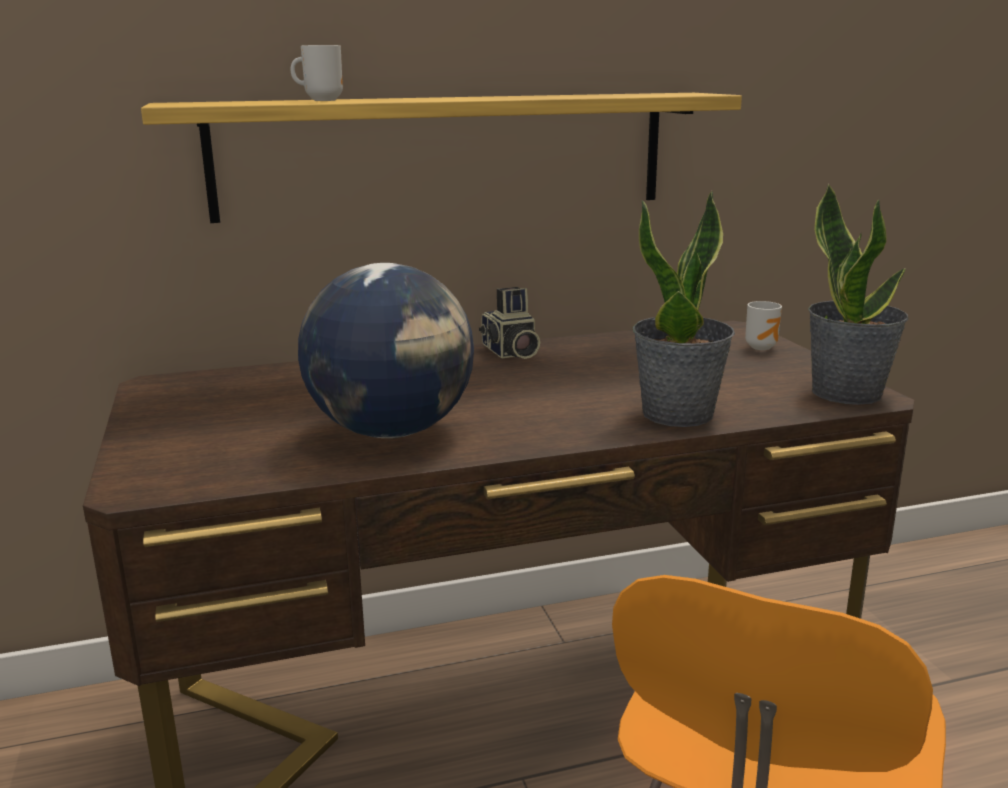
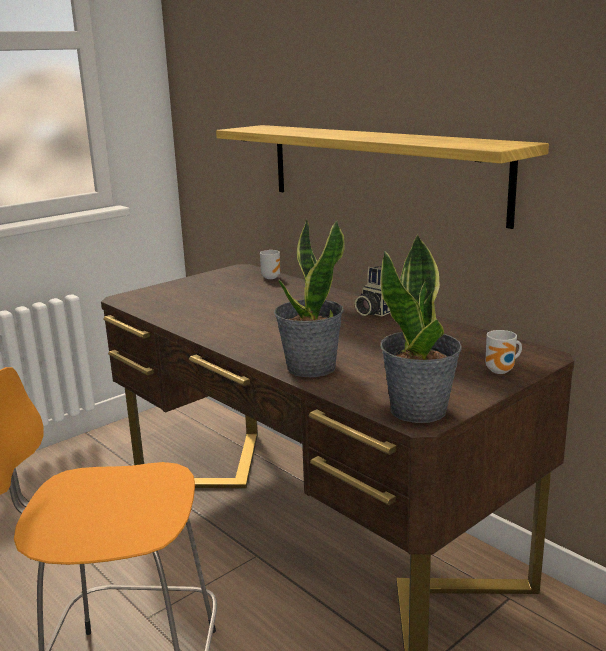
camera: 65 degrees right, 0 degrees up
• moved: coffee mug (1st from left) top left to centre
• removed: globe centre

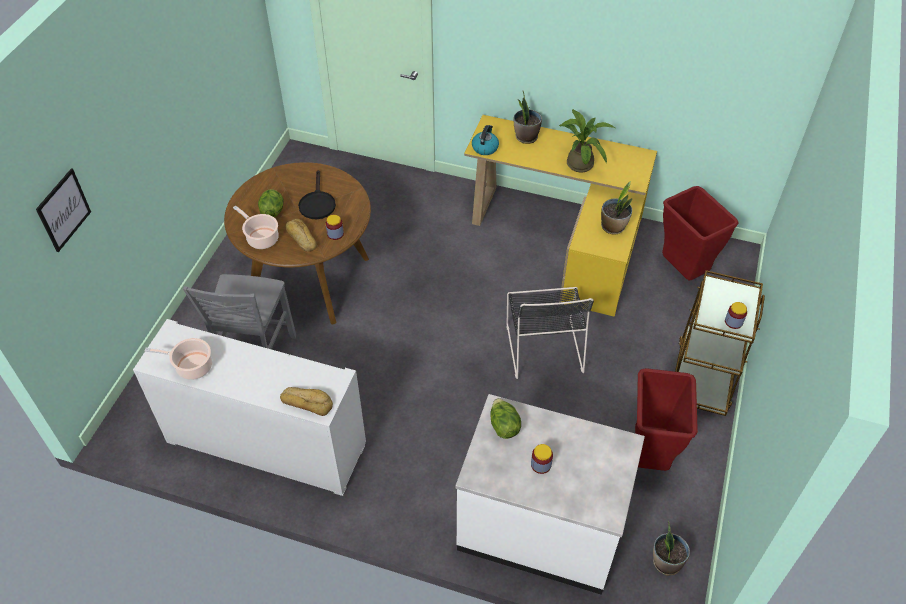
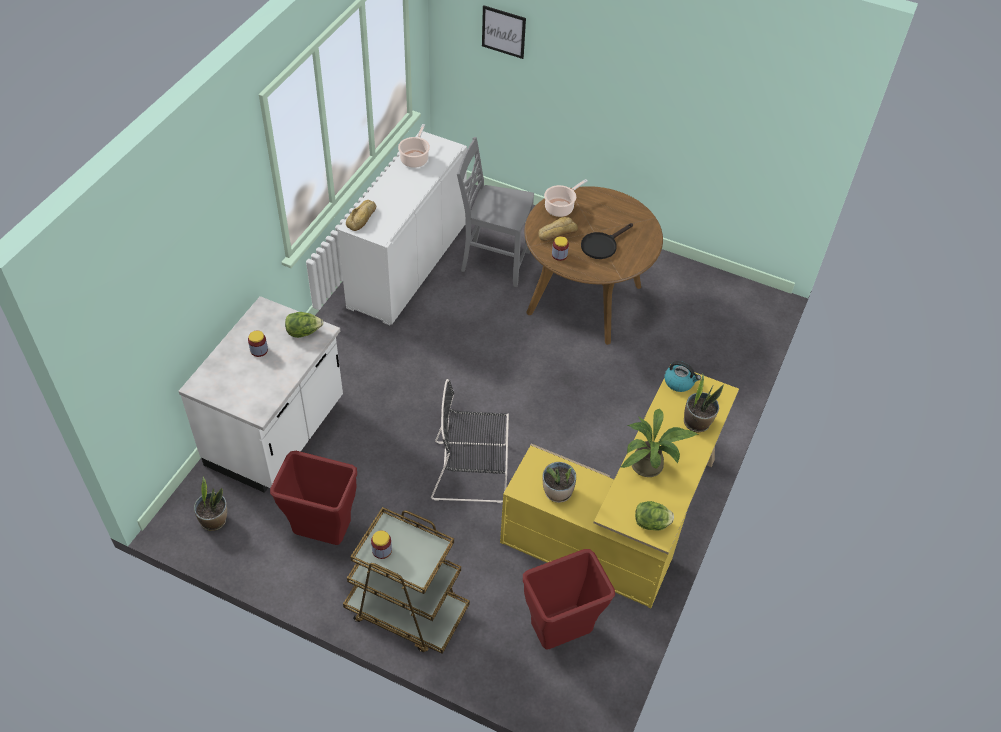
camera: 95 degrees right, 0 degrees up
• moved: head of lettuce (1st from left in the first image) middle left to head of lettuce (2nd from left) bottom centre
• turned: black skillet top centre = top centre 45 degrees counterclockwise

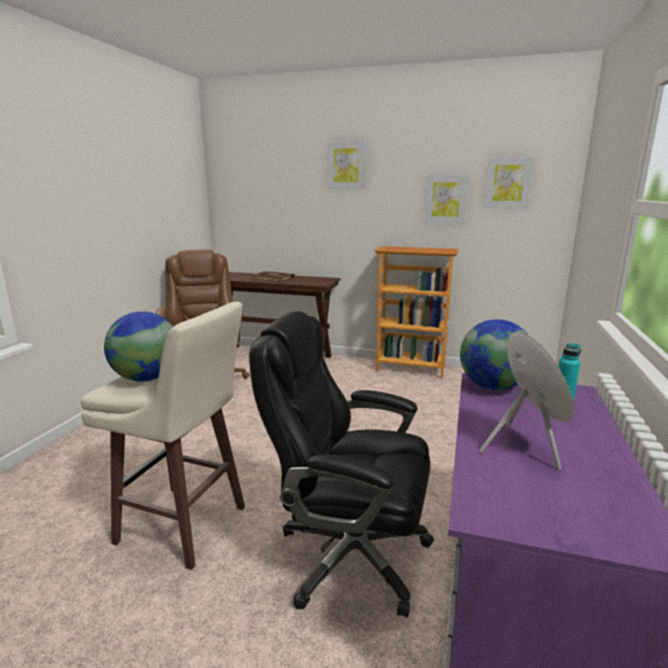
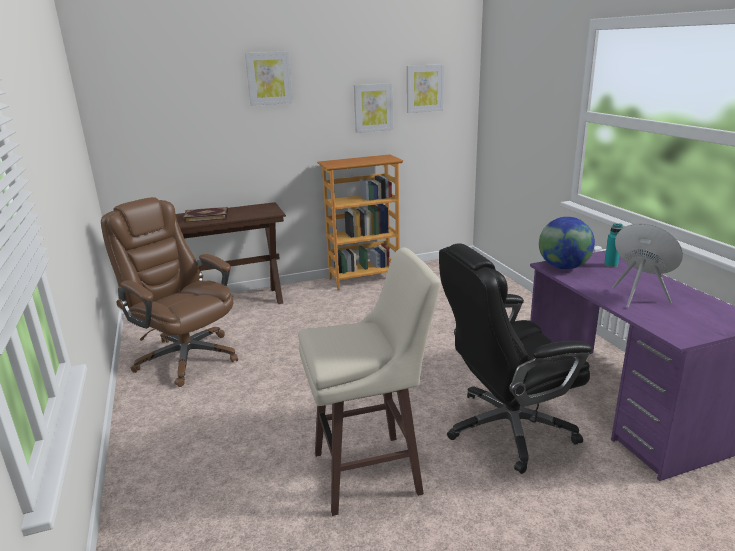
camera: 35 degrees left, 5 degrees up
• removed: globe (1st from left) middle left

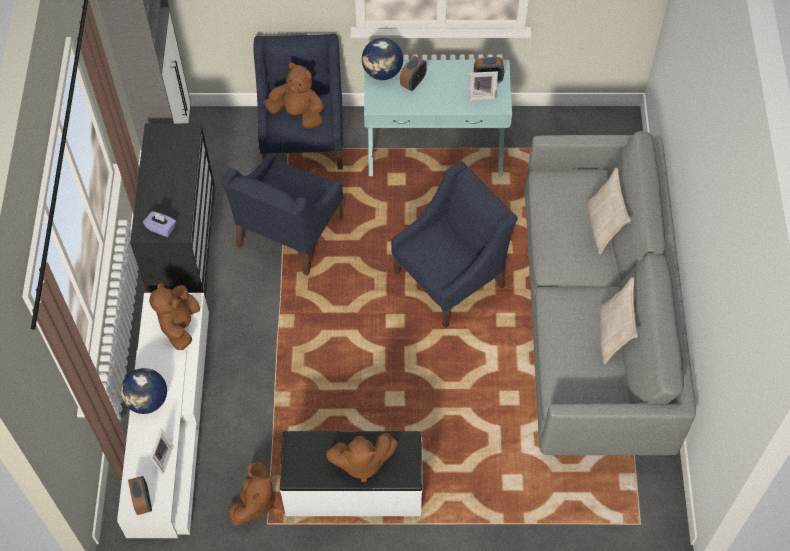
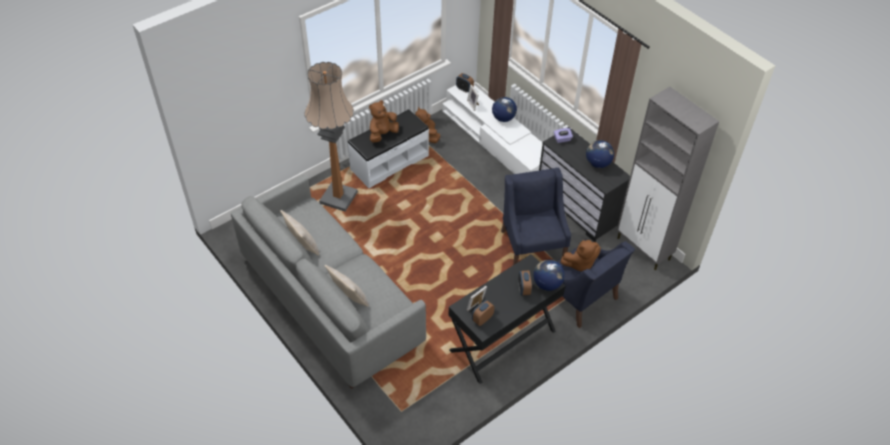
camera: 140 degrees right, 10 degrees down
• removed: brown cuddly toy (1st from left) middle left
• recoloured: blue-green hall table top centre to black hall table bottom centre
• removed: blue easy chair (3rd from left) centre
• added: standard lamp top centre
• added: globe (3rd from left) middle right

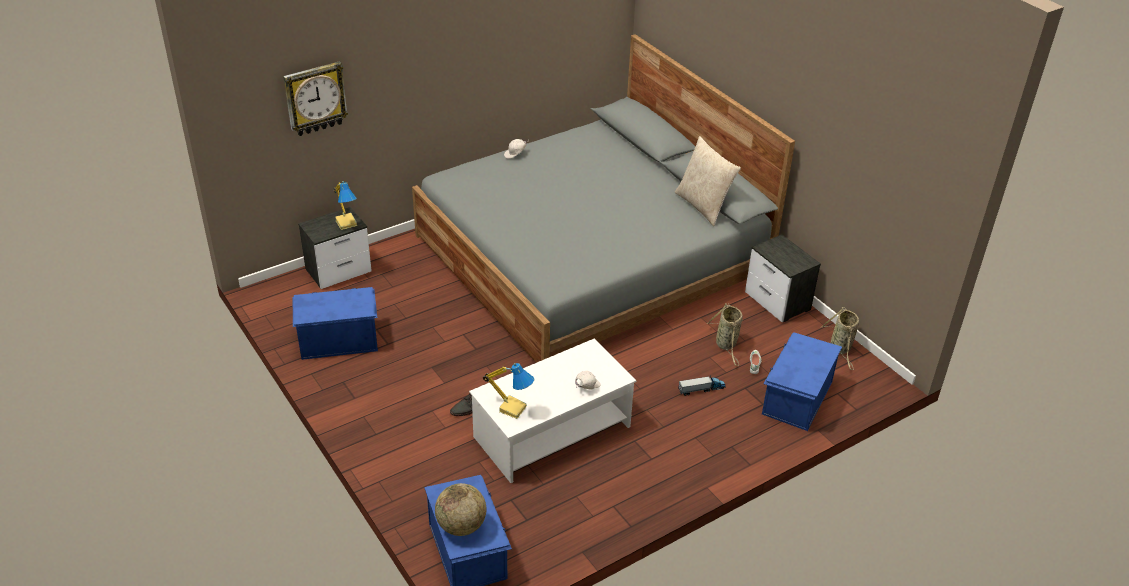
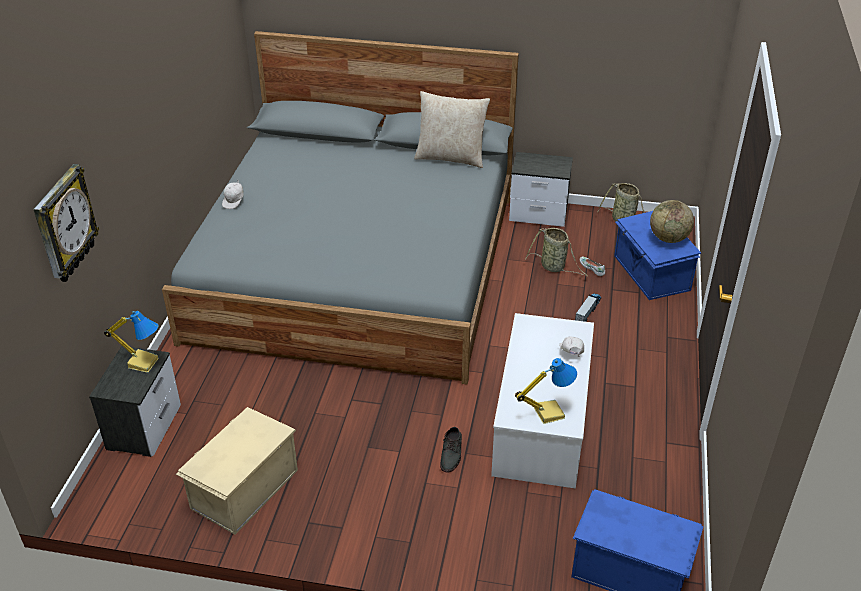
camera: 45 degrees left, 0 degrees up
• recoloured: blue storage bin (1st from left) middle left to sand-coloured storage bin bottom left
• moved: globe bottom centre to middle right

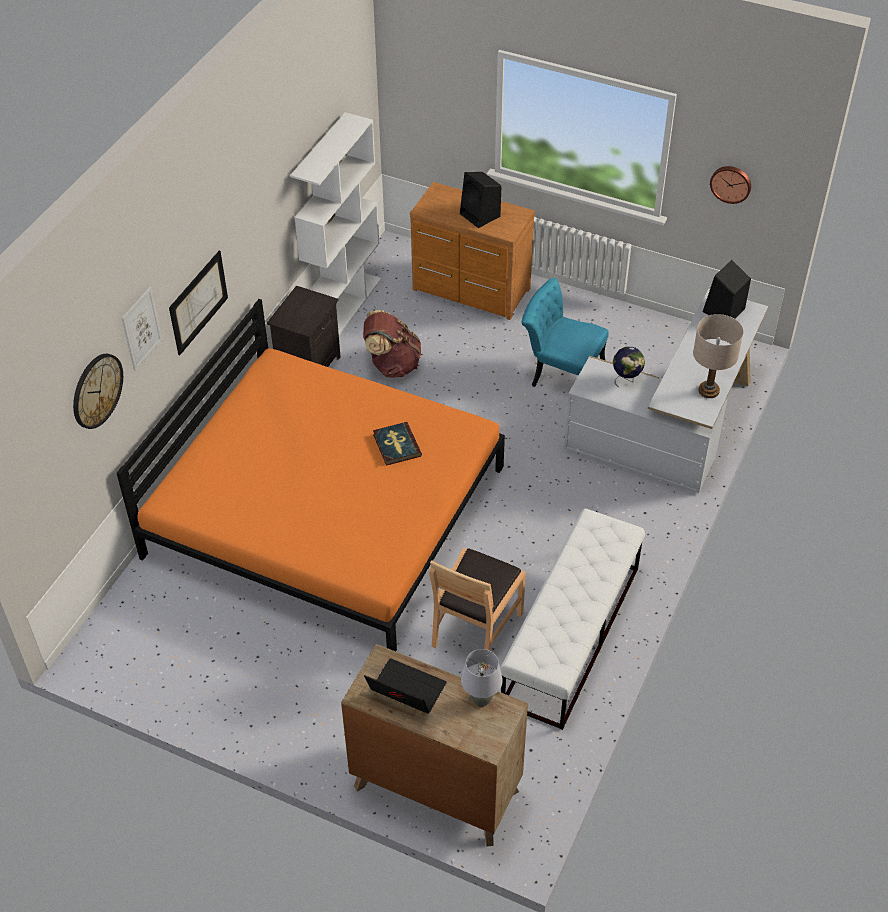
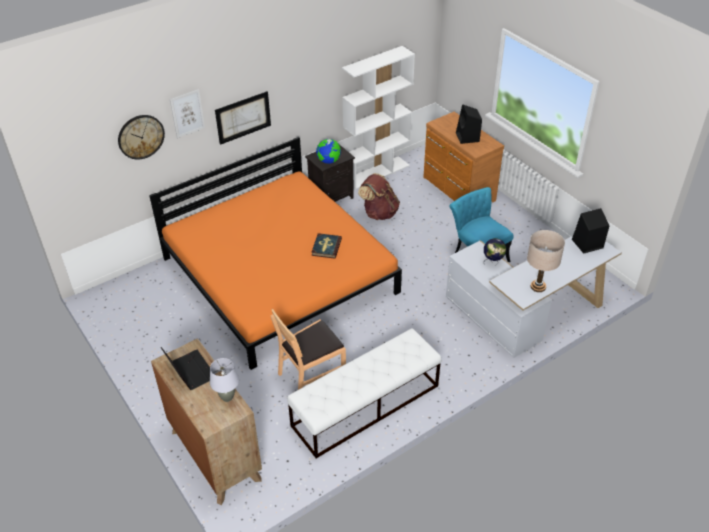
camera: 30 degrees right, 5 degrees down
• removed: wall clock (2nd from left) top right
• added: globe (1st from left) top centre

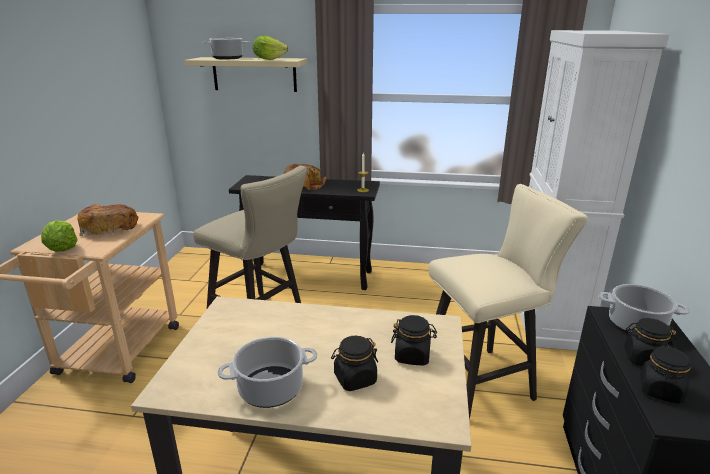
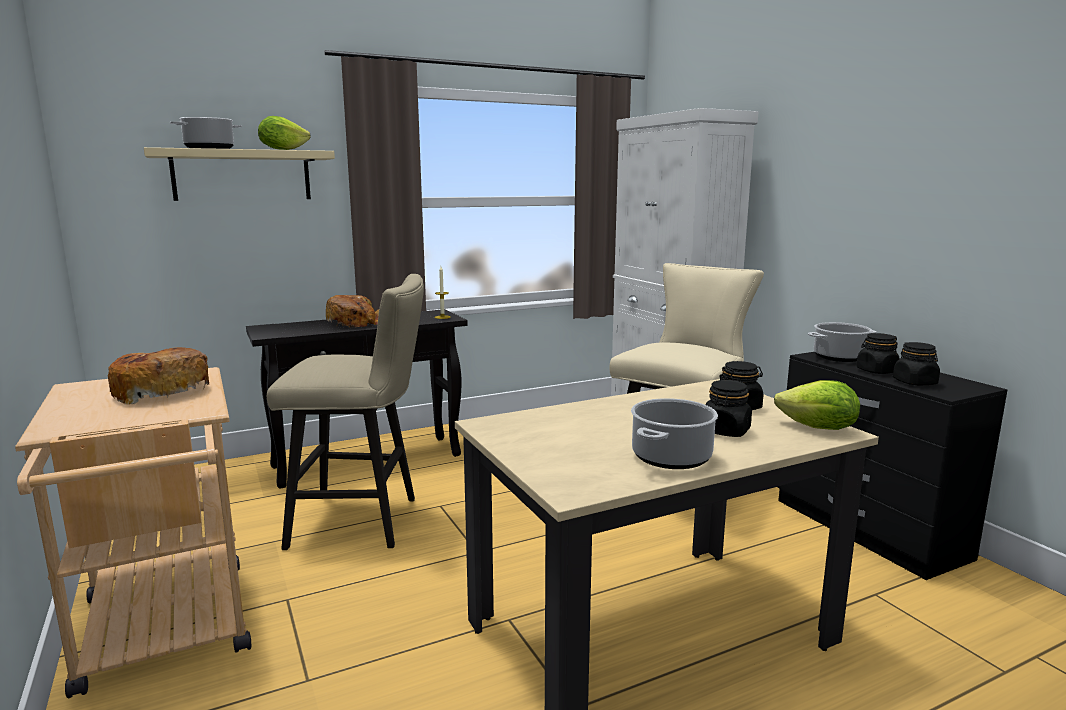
camera: 35 degrees left, 10 degrees down
• moved: head of lettuce (1st from left in the first image) middle left to head of lettuce (2nd from left) middle right

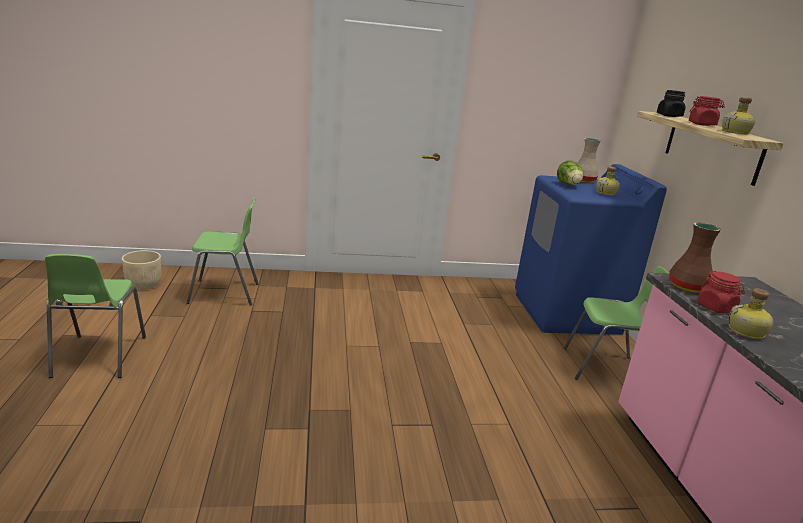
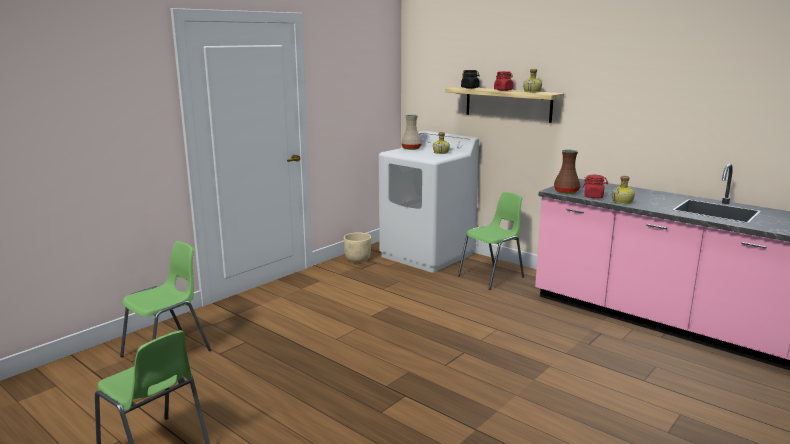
camera: 40 degrees left, 5 degrees down
• moved: sand-coloured flower pot middle left to centre
• recoloured: blue laundry appliance middle right to white-coloured laundry appliance centre
• removed: head of lettuce top right

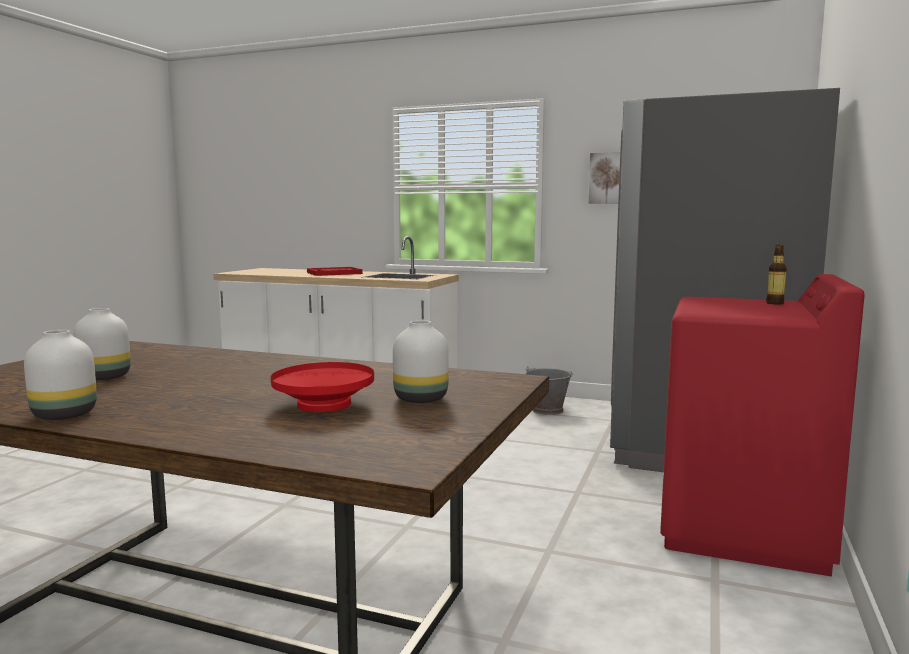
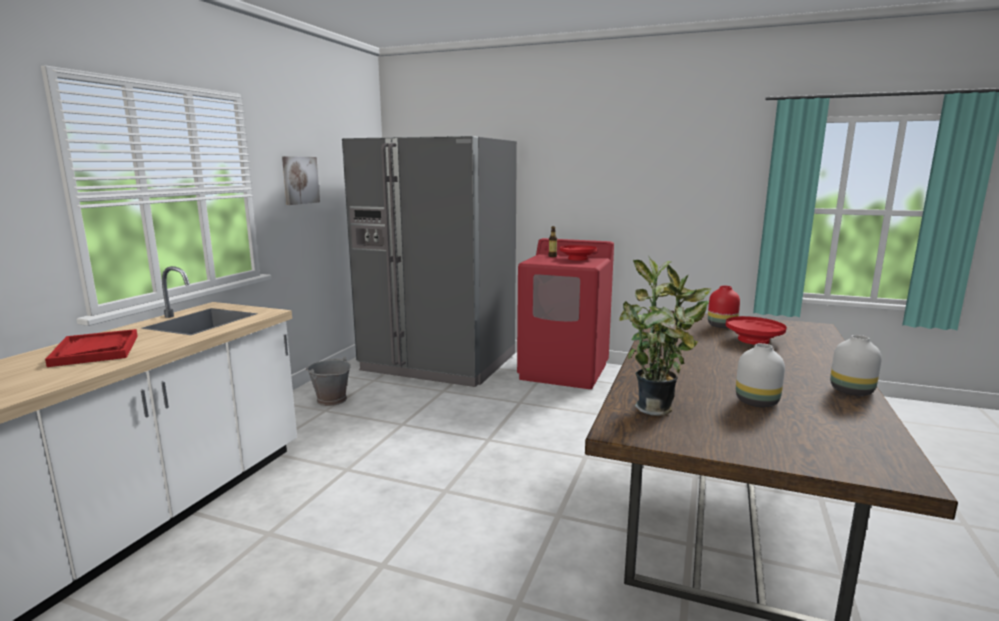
camera: 90 degrees left, 5 degrees up
• recoloured: white-coloured flower vase (3rd from left) centre to reddish flower vase middle right
• added: reddish bowl (1st from left) centre
• added: plant in a pot centre

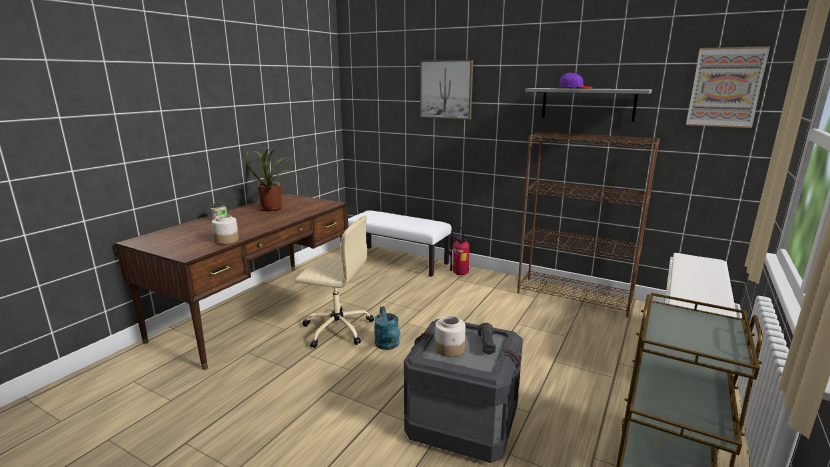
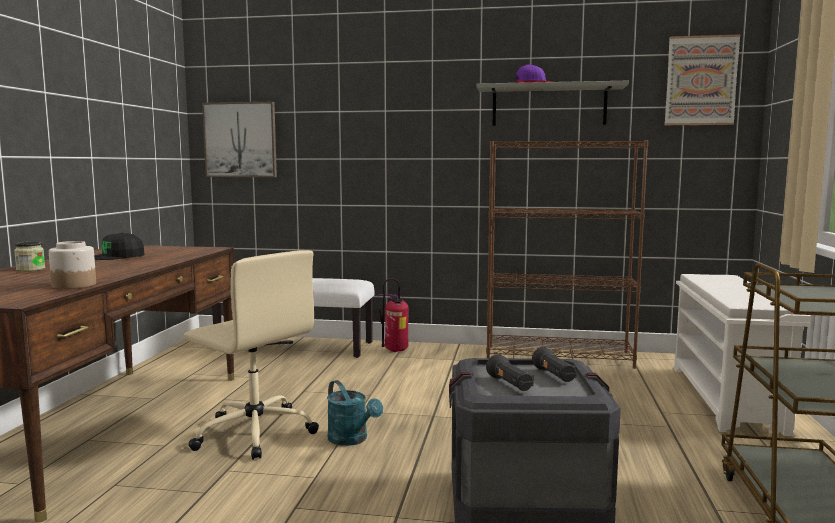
camera: 20 degrees left, 10 degrees down
• replaced: plant in a pot middle left to black cap middle left
• turned: sand-coloured office chair centre = bottom left 45 degrees clockwise
• moved: wall picture (1st from left) top centre to top left
• replaced: storage jar (3rd from left) bottom centre to black hand torch (1st from left) bottom centre

